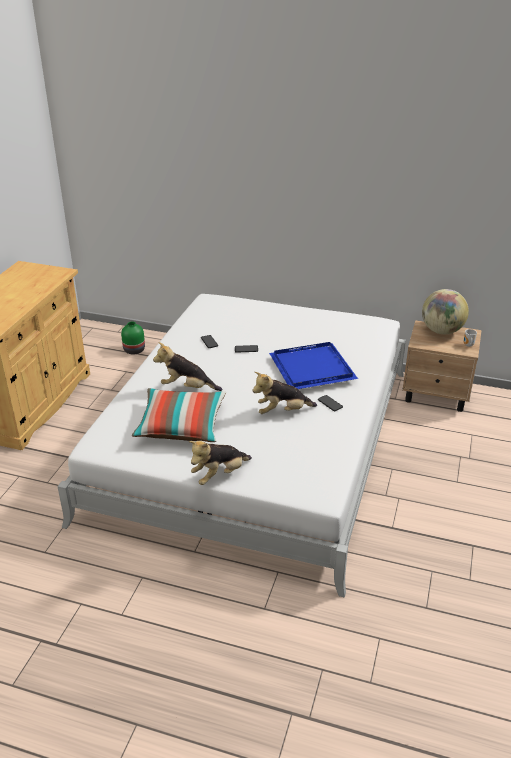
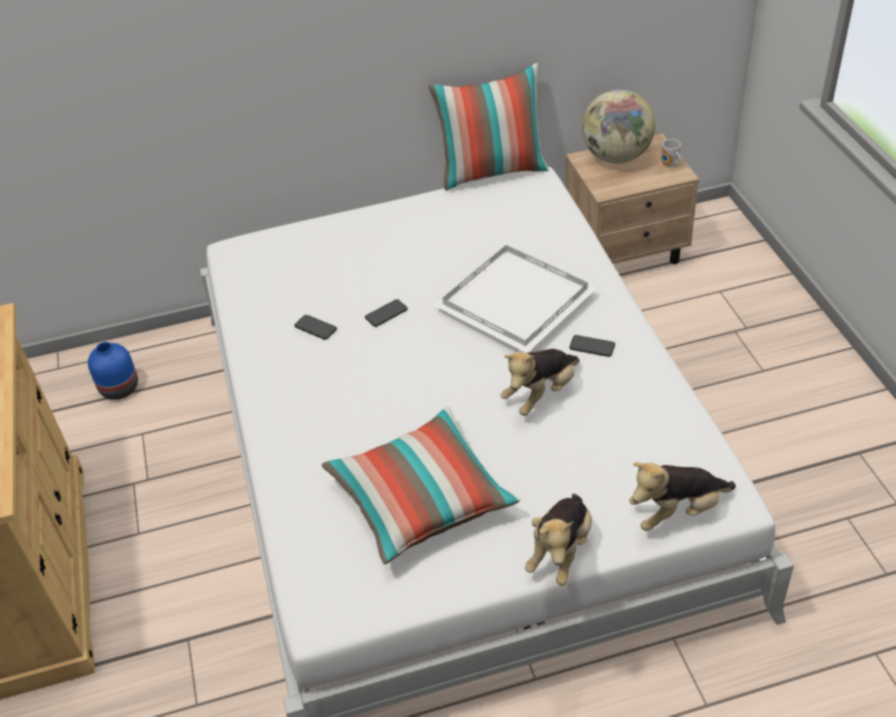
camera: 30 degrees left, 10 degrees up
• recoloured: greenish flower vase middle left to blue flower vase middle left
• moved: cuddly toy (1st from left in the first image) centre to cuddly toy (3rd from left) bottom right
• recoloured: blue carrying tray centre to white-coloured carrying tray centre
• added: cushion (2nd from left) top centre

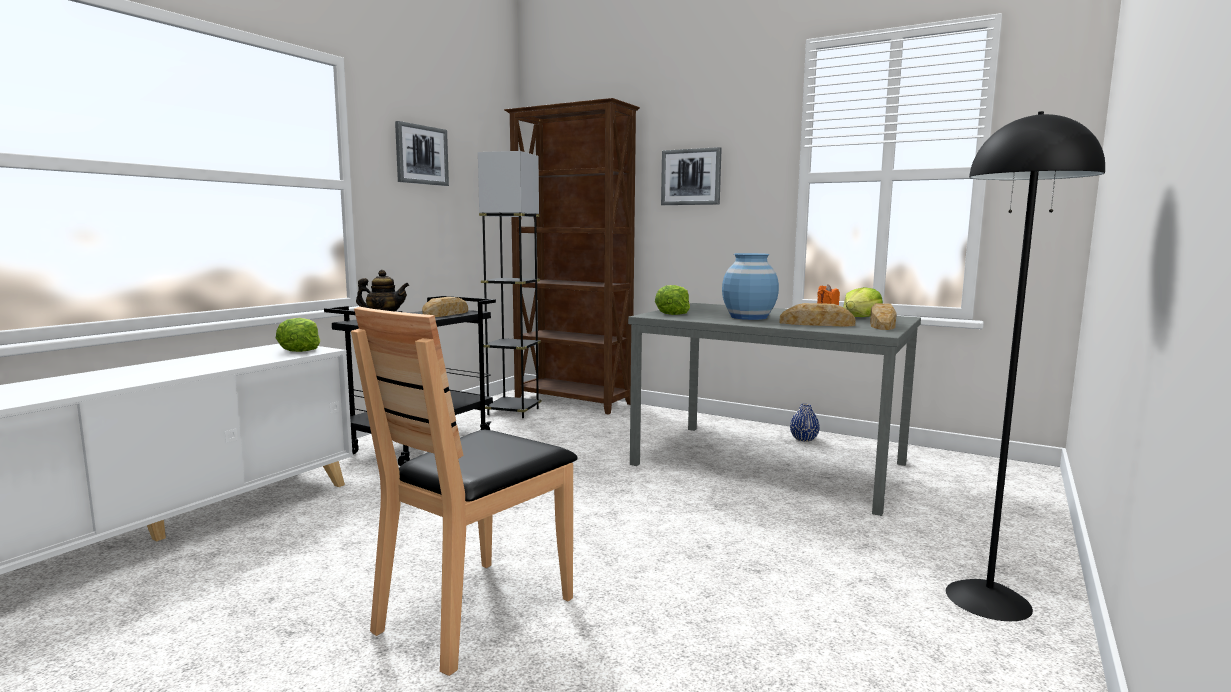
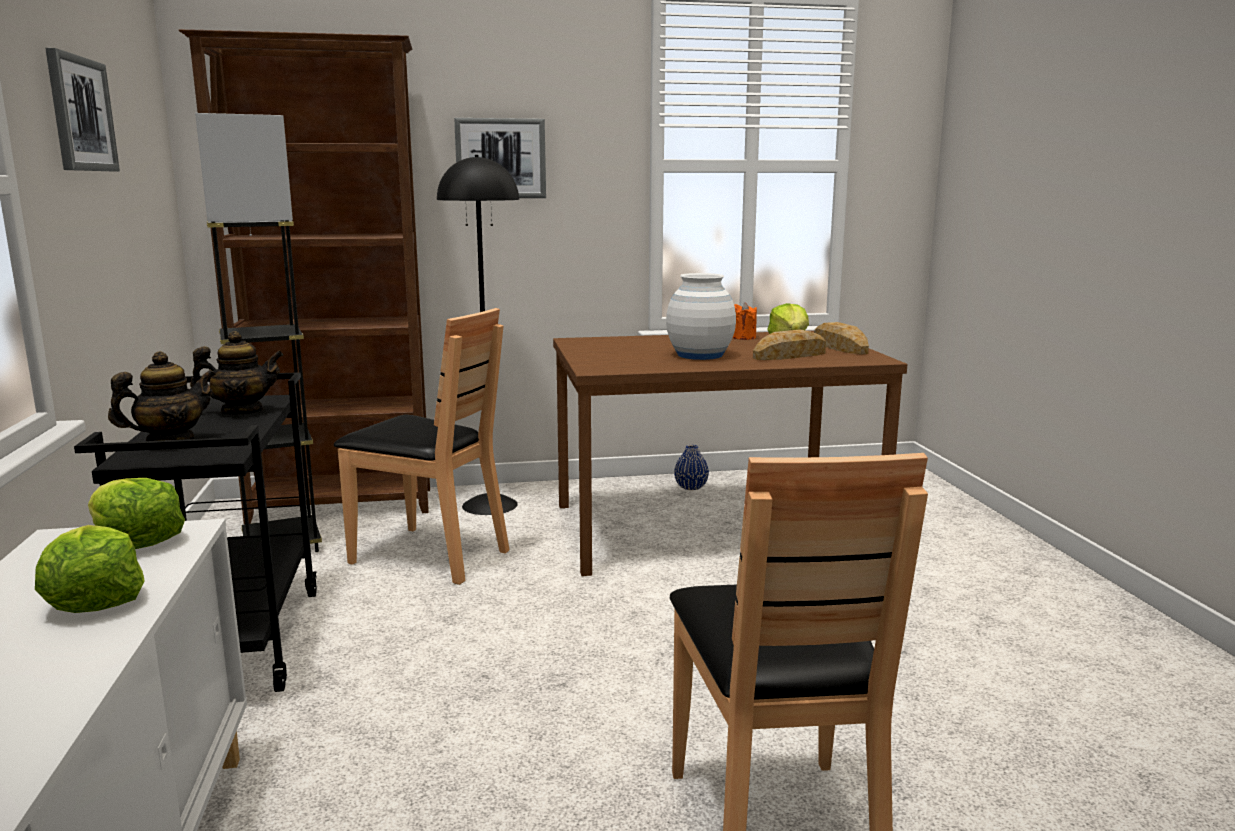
camera: 40 degrees left, 5 degrees up
• replaced: bakery bread (1st from left) centre to tea pot (2nd from left) middle left
• recoloured: gray kitchen table centre to brown kitchen table centre
• moved: head of lettuce (2nd from left in the first image) centre to head of lettuce (1st from left) bottom left
• recoloured: blue flower vase (1st from left) centre to white-coloured flower vase centre
• moved: black standard lamp (2nd from left) middle right to centre
• added: brown upright chair (1st from left) centre

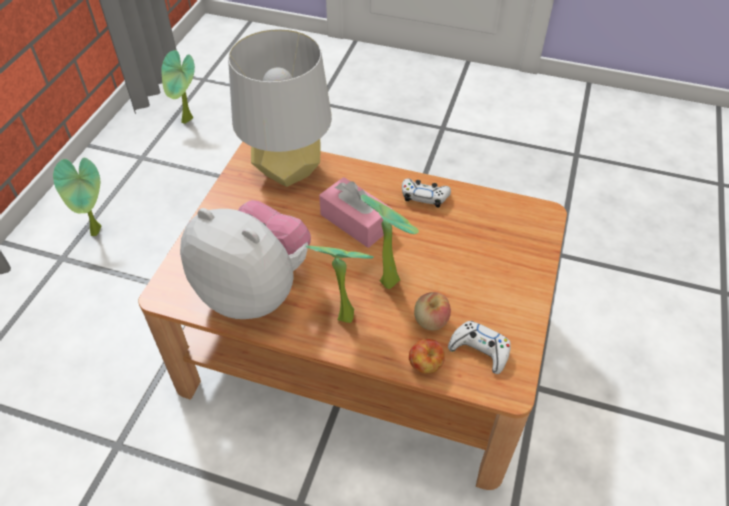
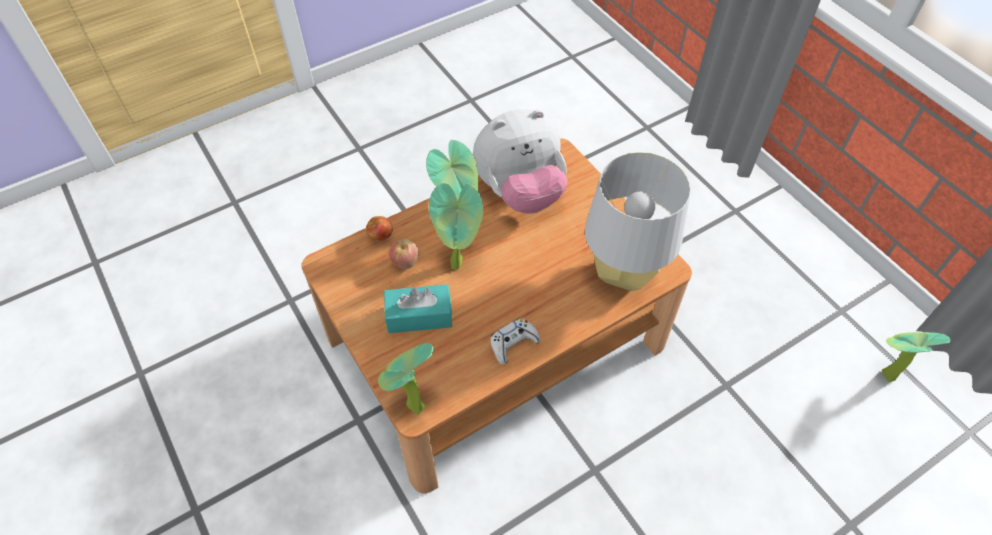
camera: 130 degrees right, 5 degrees up
• moved: plant in a pot (1st from left) middle left to bottom centre
• removed: pink-coloured tissue box centre
• removed: white-coloured game controller (2nd from left) bottom centre
• added: blue-green tissue box centre

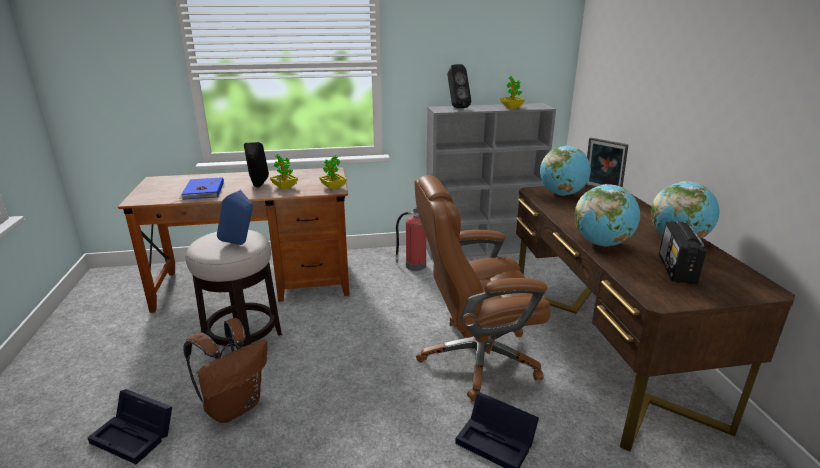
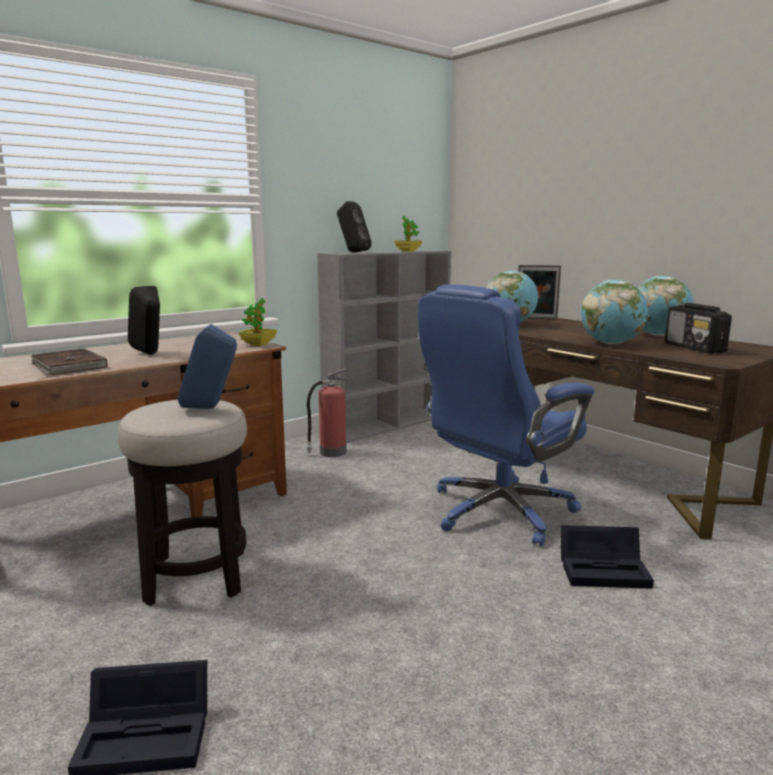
camera: 30 degrees left, 10 degrees down
• recoloured: blue volume middle left to brown volume middle left
• removed: brown knapsack bottom left
• removed: plant in a pot (1st from left) centre
• recoloured: brown office chair centre to blue office chair centre

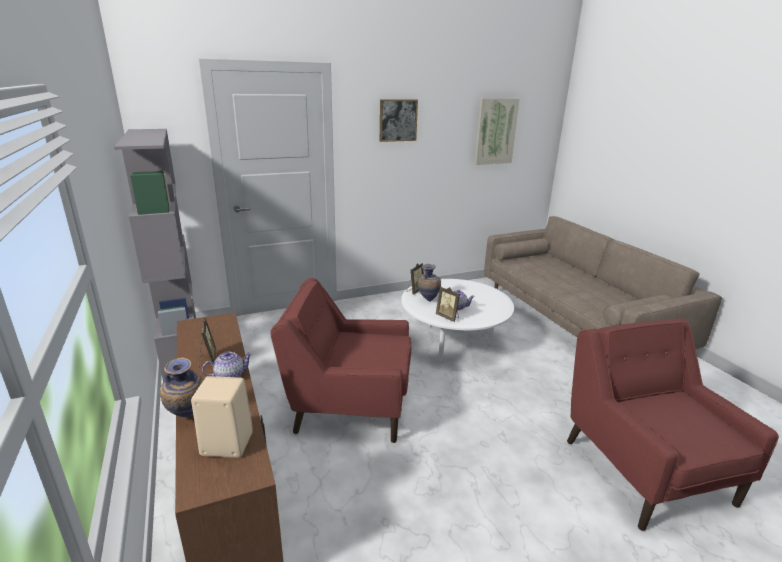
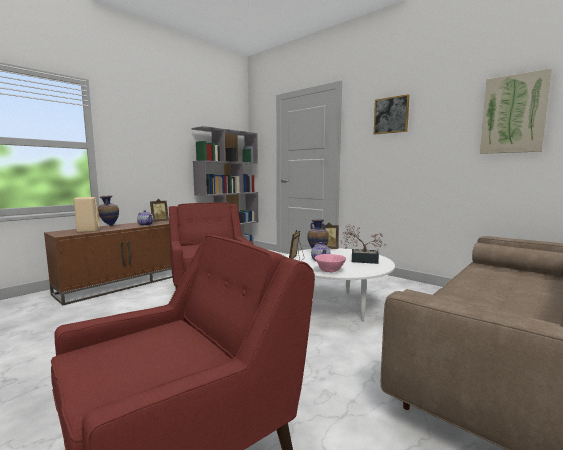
camera: 65 degrees right, 15 degrees down
• added: pink-coloured bowl centre
• added: plant in a pot centre

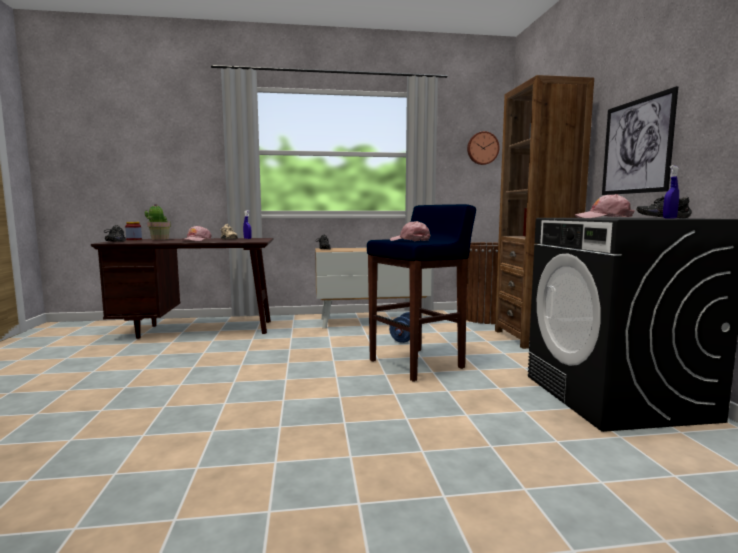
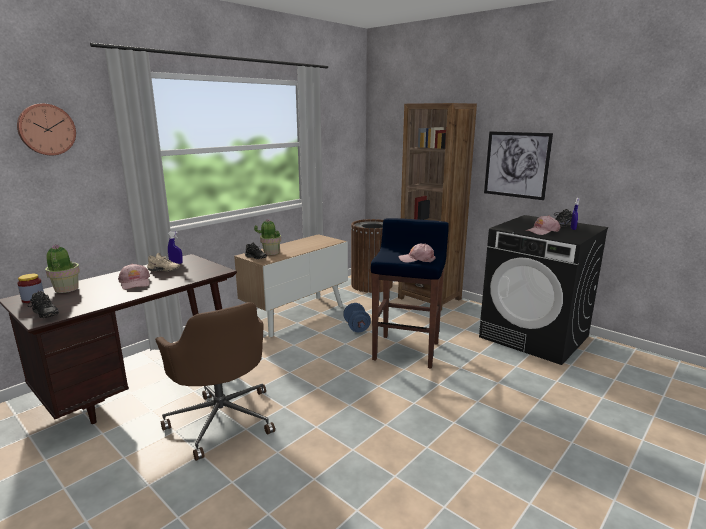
camera: 40 degrees left, 10 degrees up
• moved: wall clock top centre to top left
• added: brown office chair bottom left
• added: plant in a pot (2nd from left) centre

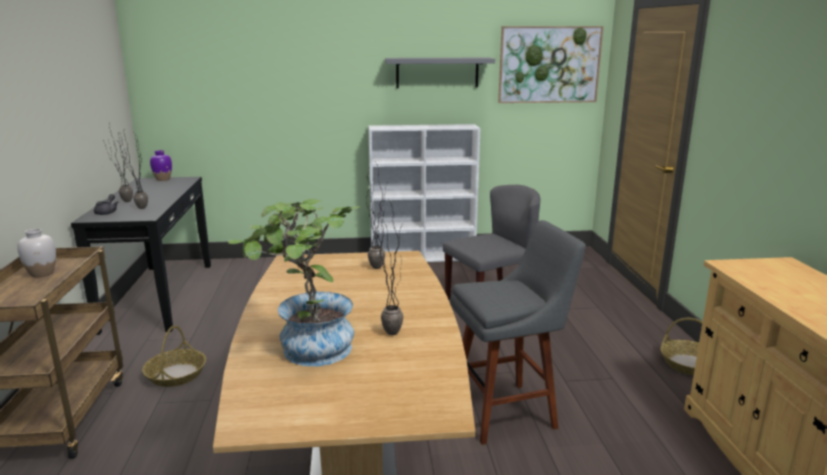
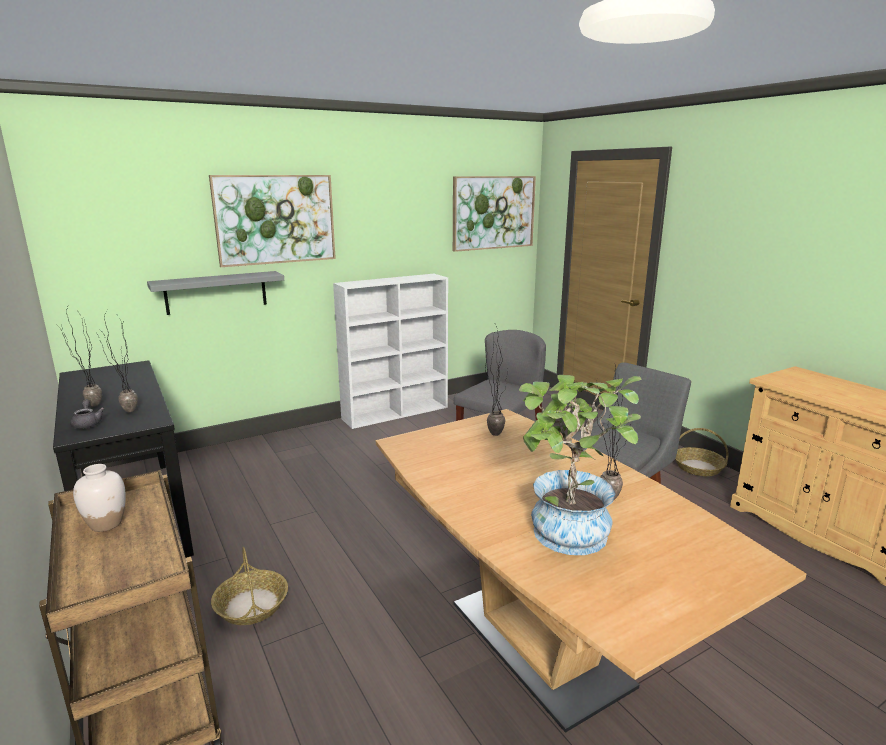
camera: 25 degrees left, 0 degrees up
• removed: purplish flower vase middle left
• moved: gray bracket shelf top centre to middle left
• added: wall picture (1st from left) top left

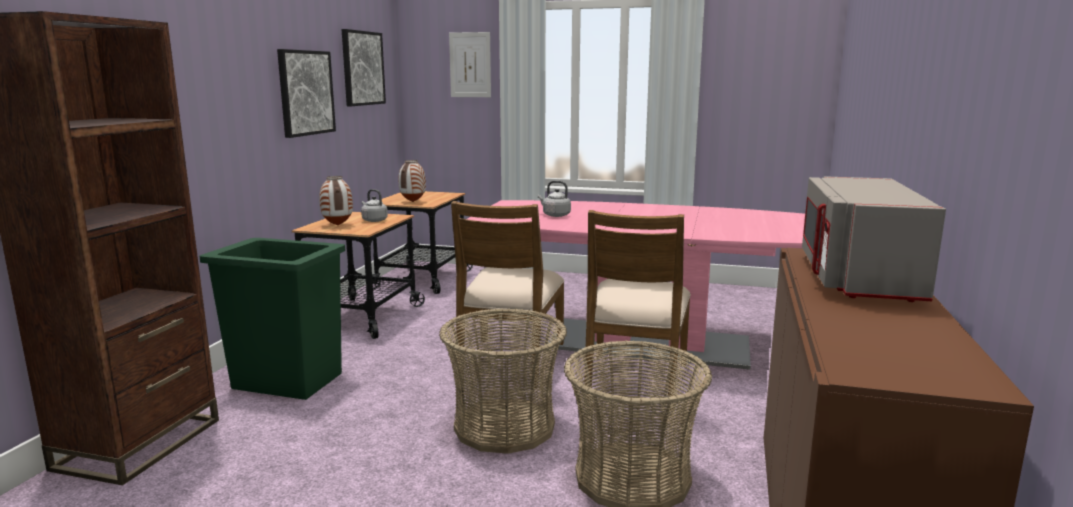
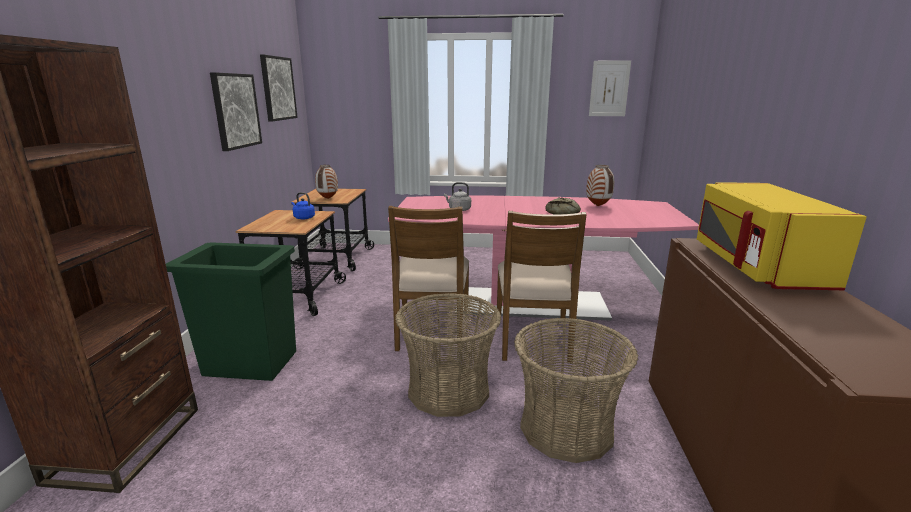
camera: 10 degrees left, 5 degrees up
• moved: flower vase (1st from left in the first image) middle left to flower vase (2nd from left) centre
• recoloured: gray water kettle (1st from left) centre to blue water kettle middle left
• moved: wall picture (3rd from left) top centre to top right
• recoloured: gray microwave middle right to yellowish microwave middle right
• added: bakery bread centre

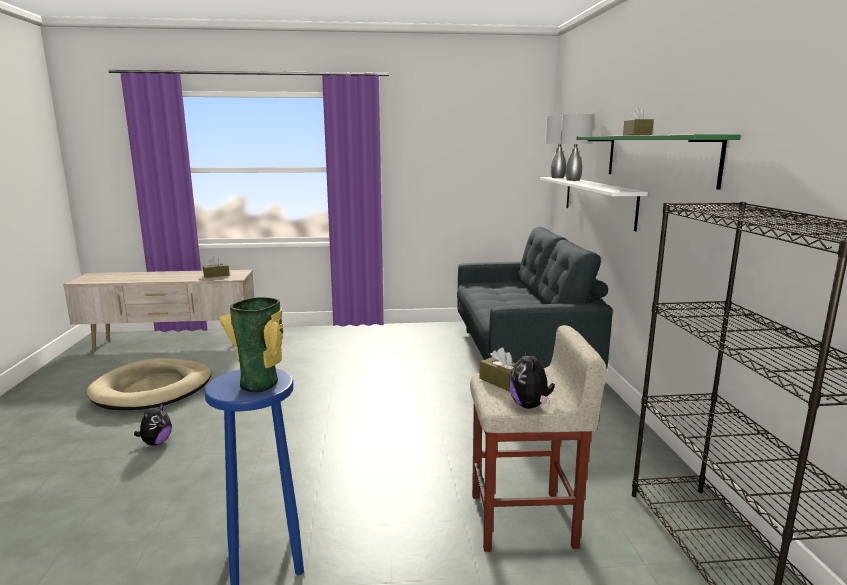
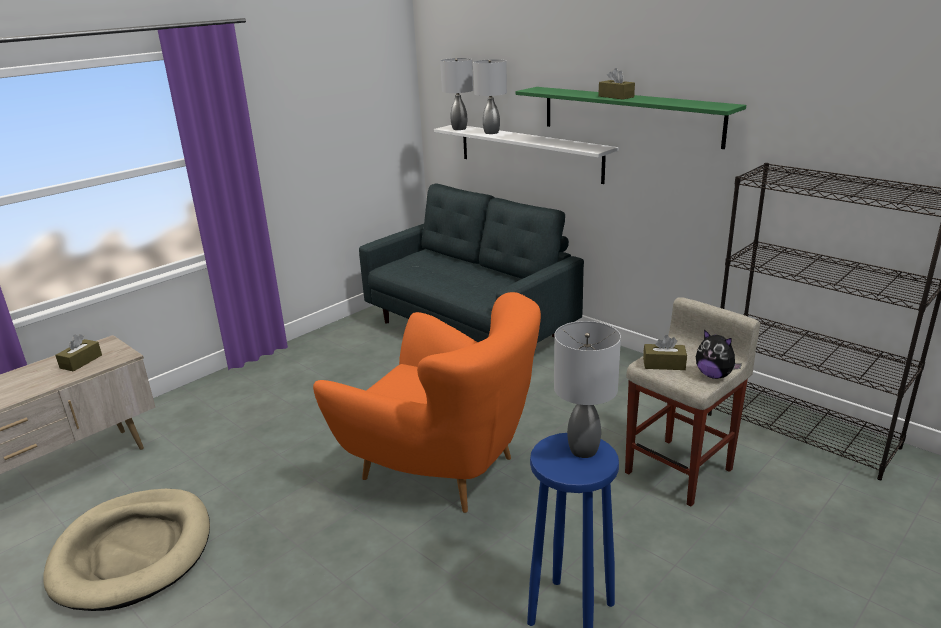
camera: 40 degrees left, 10 degrees up
• removed: cuddly toy (1st from left) bottom left
• replaced: flower vase middle left to gray table lamp (3rd from left) centre
• added: orange easy chair centre

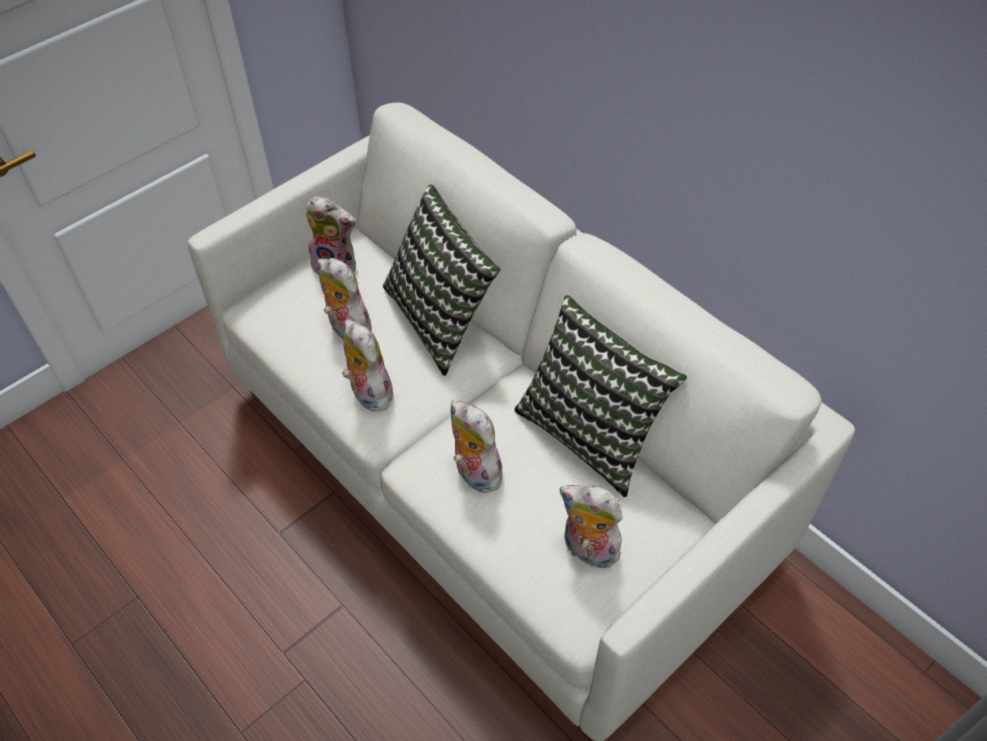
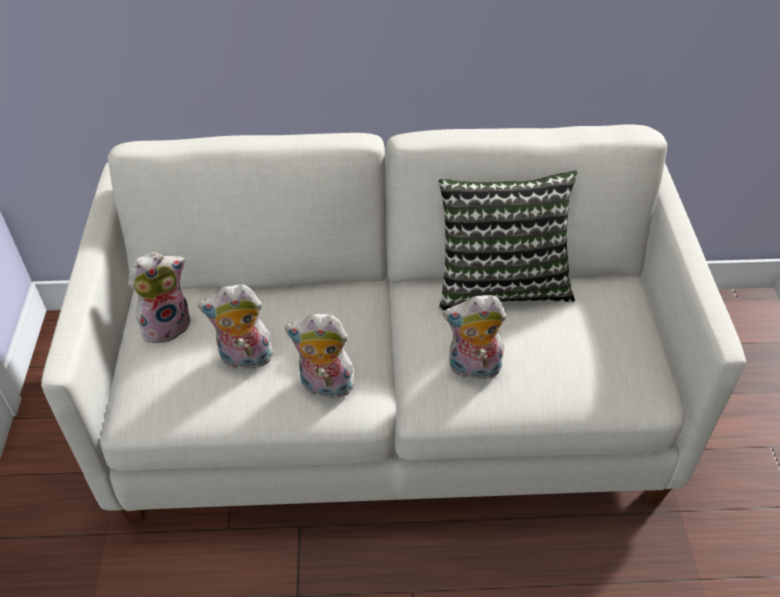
camera: 50 degrees left, 5 degrees down
• removed: cushion (1st from left) centre
• removed: cuddly toy (5th from left) bottom centre

